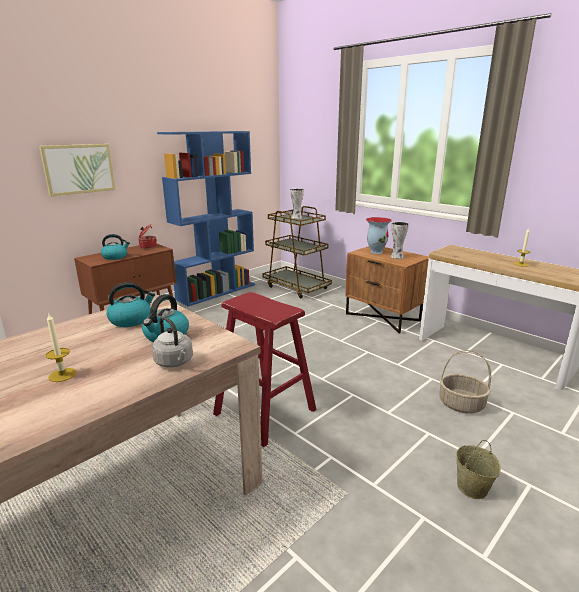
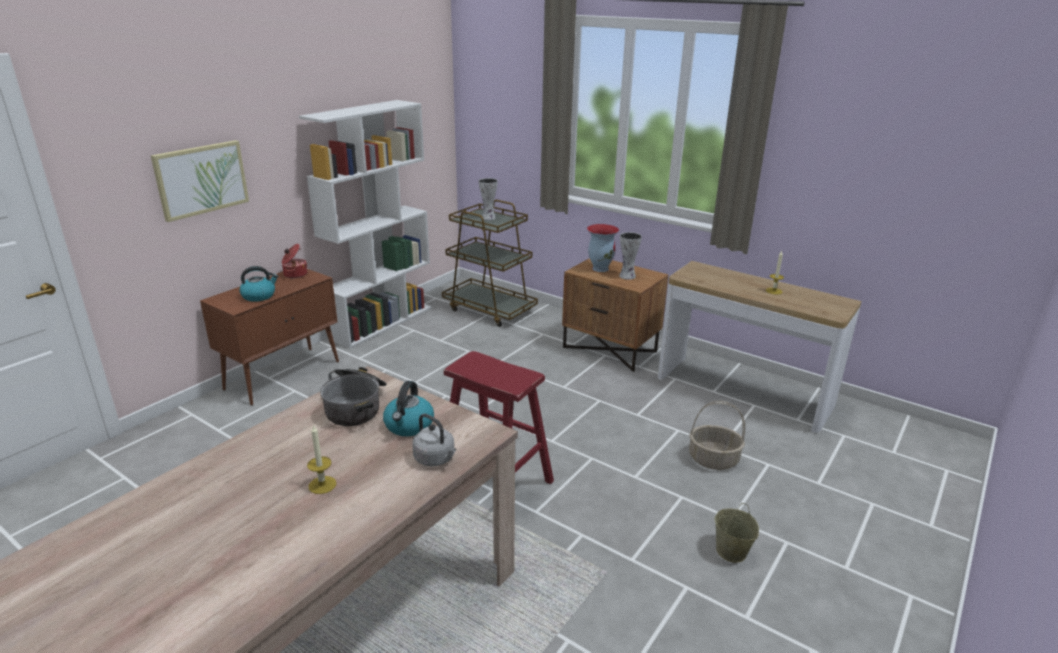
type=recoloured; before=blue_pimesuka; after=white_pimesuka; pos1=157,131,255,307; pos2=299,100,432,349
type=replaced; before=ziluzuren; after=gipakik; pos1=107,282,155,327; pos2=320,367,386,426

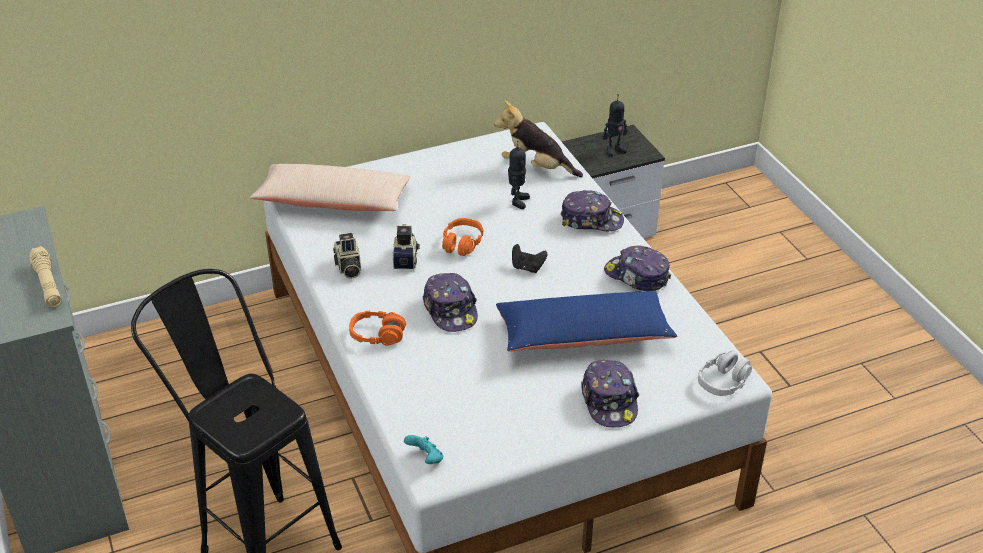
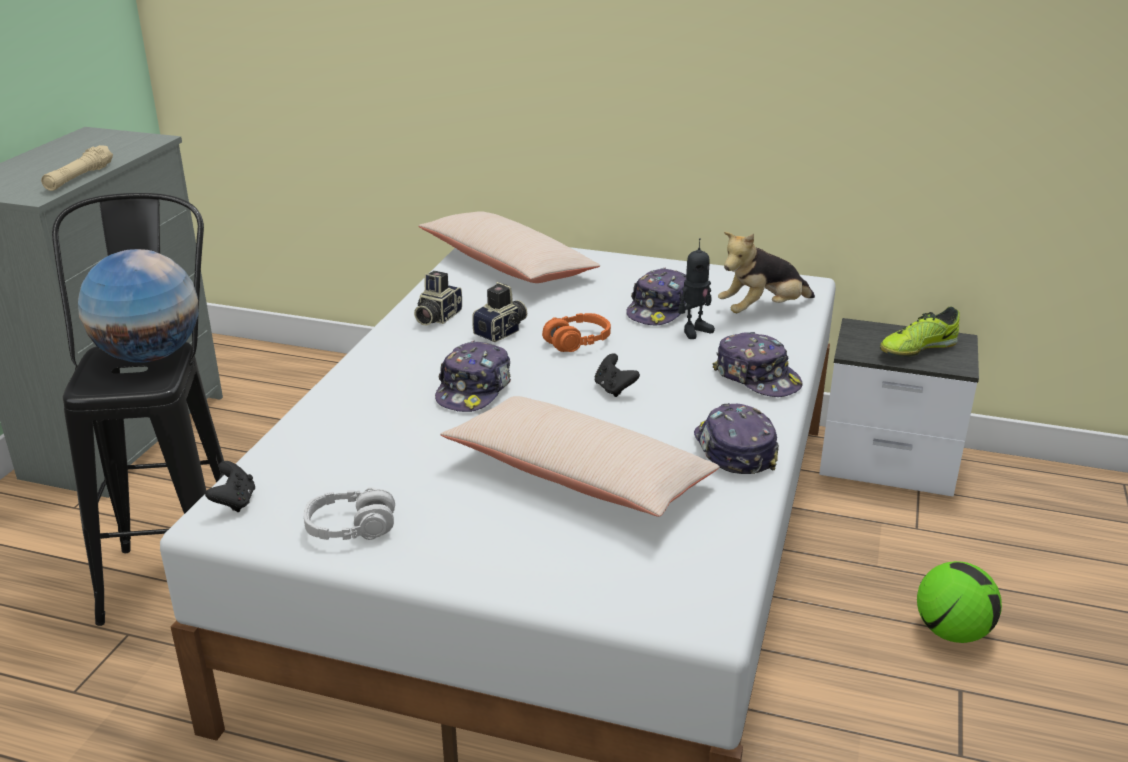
type=replaced; before=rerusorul; after=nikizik; pos1=603,94,627,157; pos2=880,307,959,357
type=turned; before=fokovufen; pos1=494,100,583,177; pos2=718,232,815,313; turn=-90
type=recoloured; before=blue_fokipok; after=beige_fokipok; pos1=496,291,677,352; pos2=440,396,720,517
type=removed; before=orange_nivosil; pos1=349,311,406,346
type=moved; before=grey_nivosil; pos1=698,350,752,396; pos2=304,487,395,540
type=moved; before=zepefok; pos1=581,360,639,427; pos2=626,267,687,326
type=recoloured; before=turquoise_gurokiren; after=black_gurokiren; pos1=404,435,443,464; pos2=205,461,255,512
type=added; after=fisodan; pos2=78,249,199,363
type=added; after=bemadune; pos2=917,561,1002,643

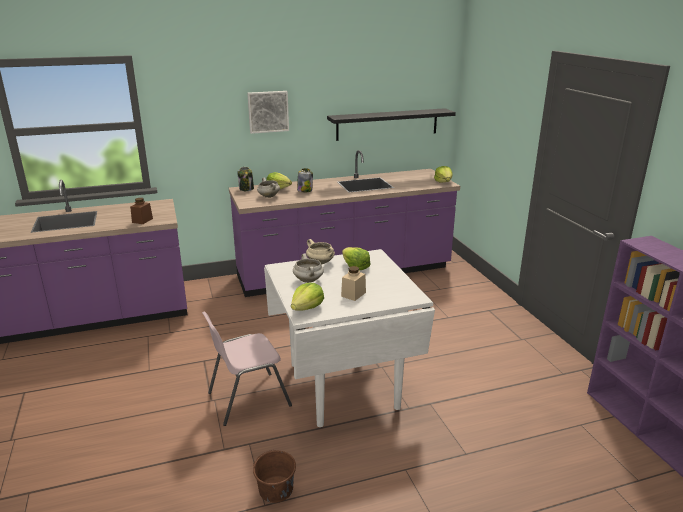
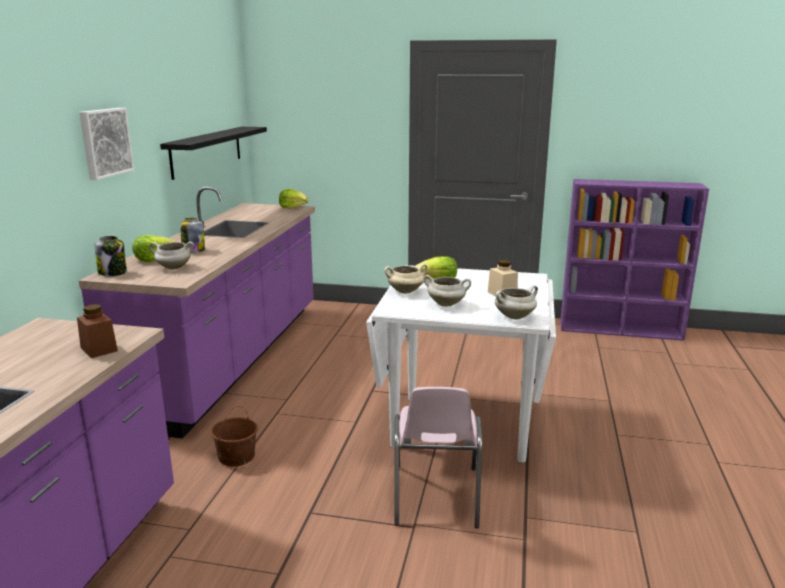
type=replaced; before=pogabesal; after=white_gipakik; pos1=291,283,324,311; pos2=495,285,538,320
type=moved; before=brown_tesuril; pos1=253,450,296,503; pos2=211,407,258,467

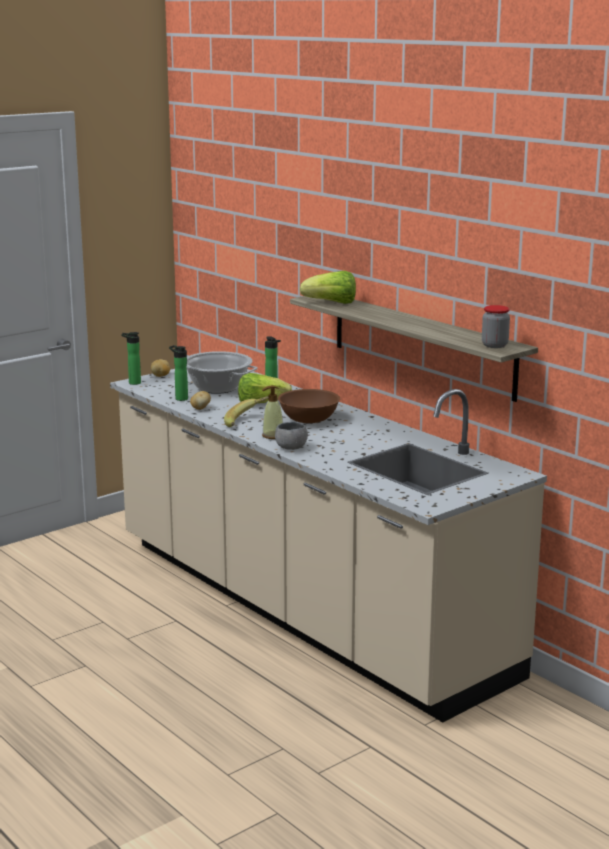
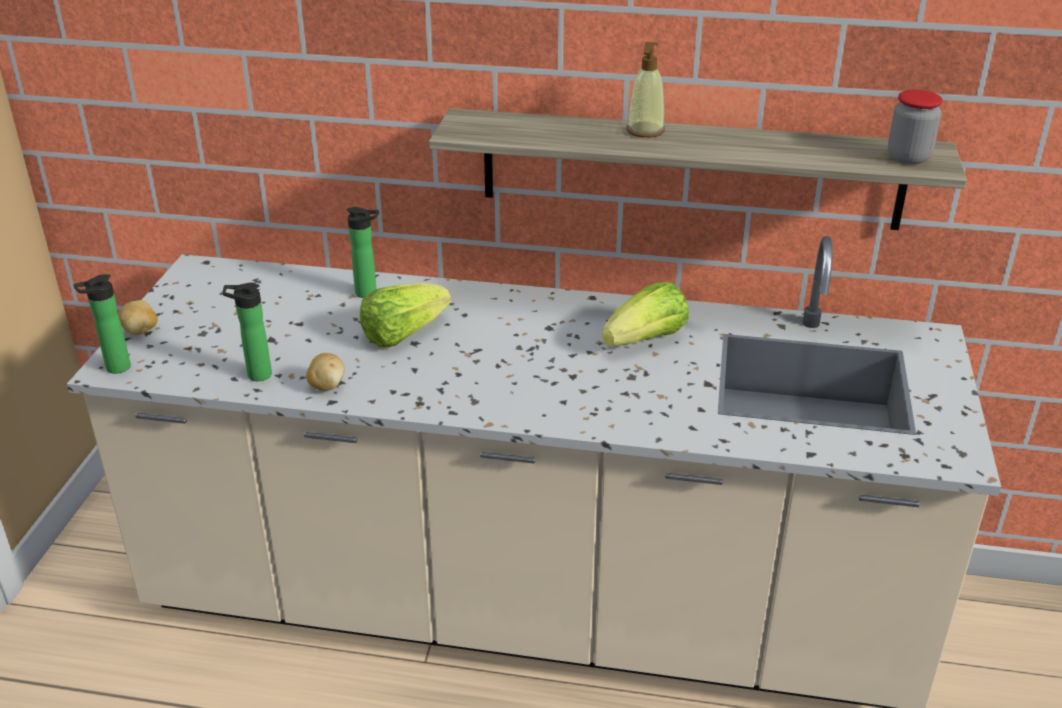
type=moved; before=pogabesal; pos1=300,271,356,304; pos2=602,282,689,347
type=removed; before=gipakik; pos1=187,351,258,394
type=moved; before=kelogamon; pos1=262,386,283,439; pos2=626,42,665,138
type=removed; before=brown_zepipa; pos1=278,389,340,423
type=removed; before=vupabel; pos1=224,396,269,427
type=removed; before=grey_zepipa; pos1=275,422,308,450

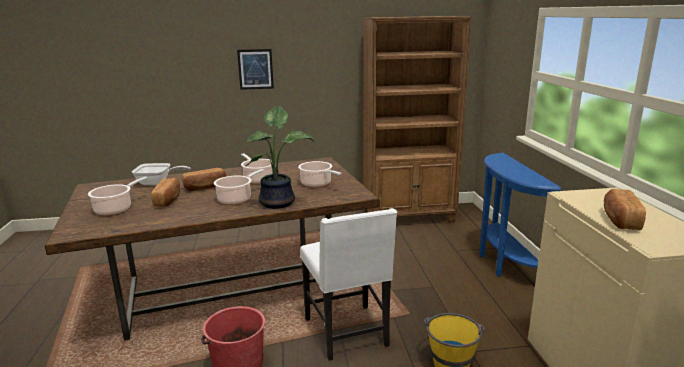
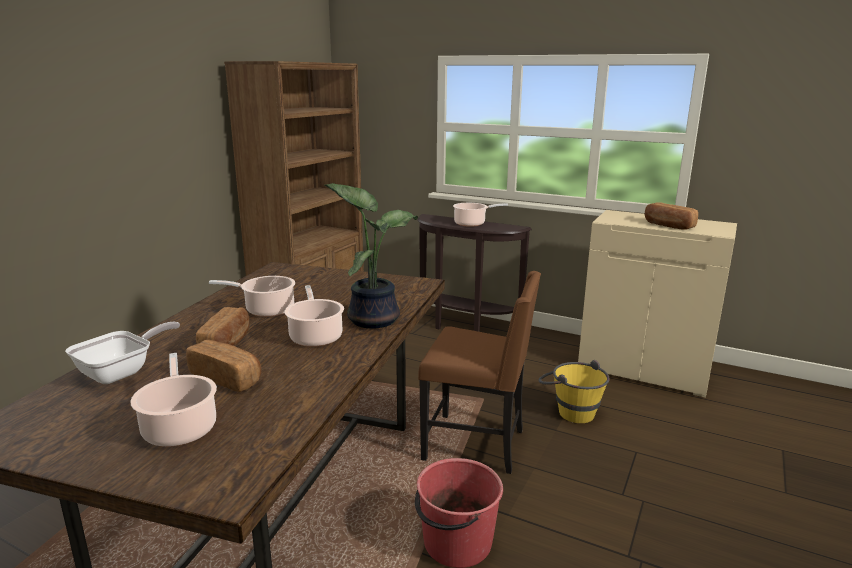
type=removed; before=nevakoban; pos1=237,49,274,90
type=recoloured; before=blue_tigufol; after=brown_tigufol; pos1=479,153,561,277; pos2=417,214,532,332
type=moved; before=gipakik; pos1=298,161,341,187; pos2=453,203,508,227
type=recoloured; before=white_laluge; after=brown_laluge; pos1=300,208,397,361; pos2=418,271,541,474

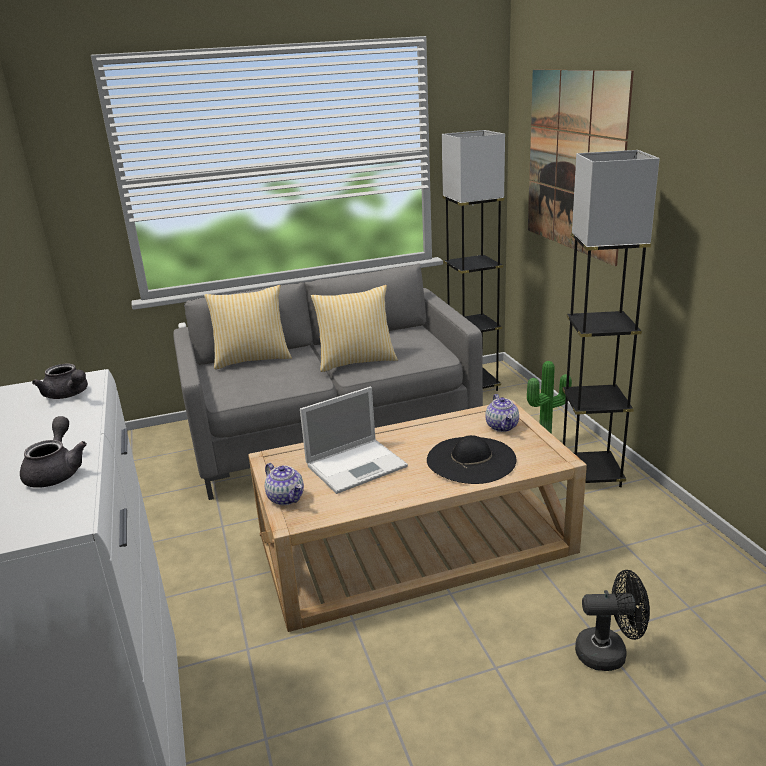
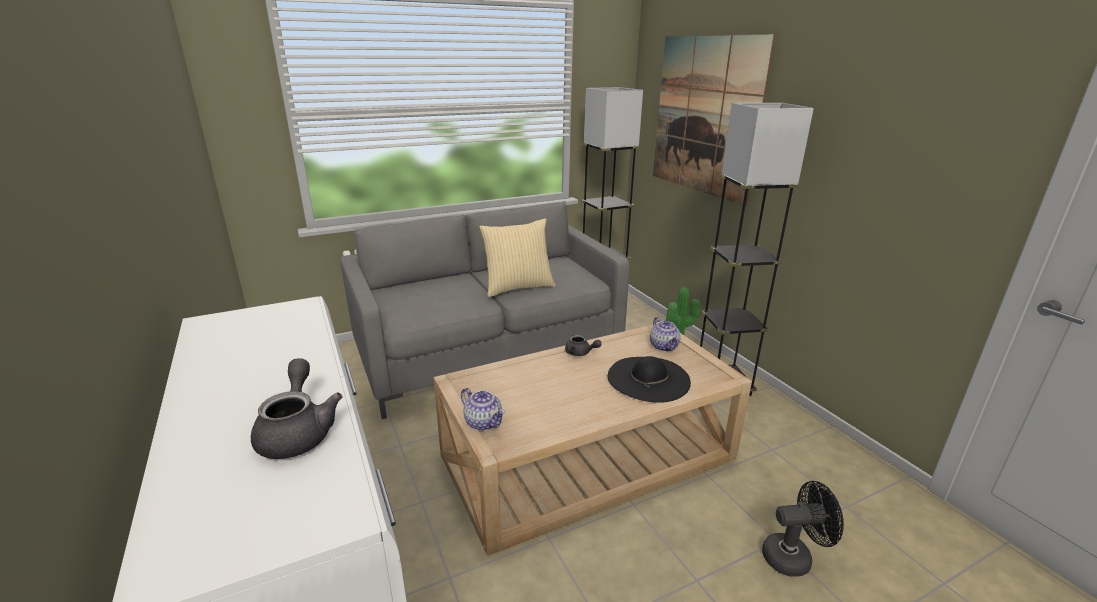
type=removed; before=fokipok; pos1=204,285,292,370
type=moved; before=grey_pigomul; pos1=32,364,88,399; pos2=565,335,602,356
type=removed; before=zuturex; pos1=300,387,408,494

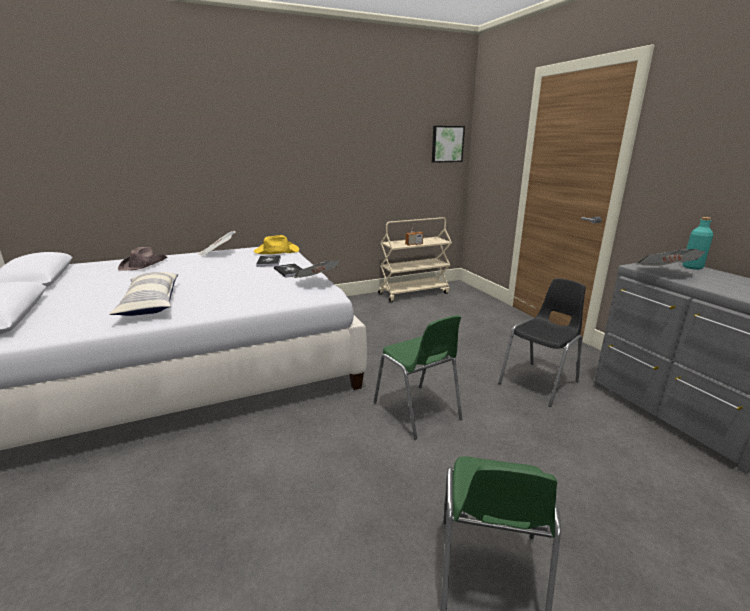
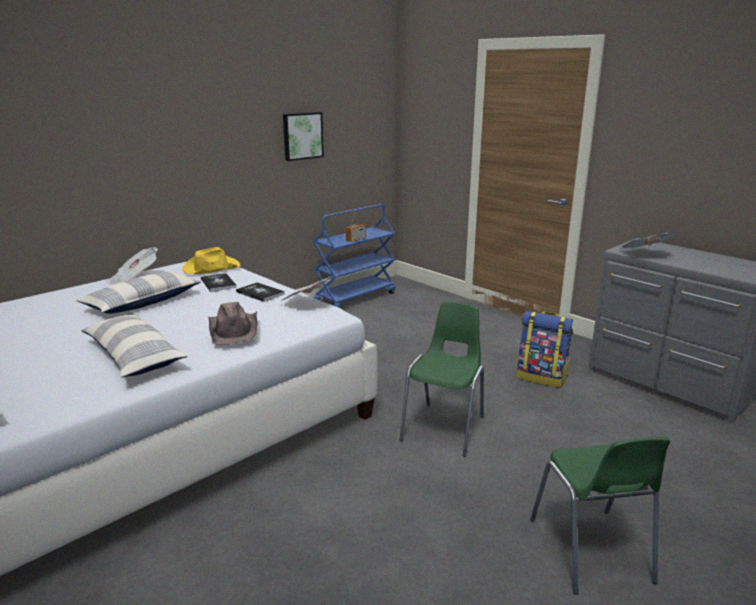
type=moved; before=nevakoban; pos1=432,126,465,163; pos2=283,112,324,161
type=recoloured; before=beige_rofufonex; after=blue_rofufonex; pos1=378,217,452,302; pos2=313,204,395,308
type=removed; before=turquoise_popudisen; pos1=682,217,713,270
type=moved; before=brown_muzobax; pos1=118,247,167,271; pos2=208,302,258,346
type=replaced; before=black_laluge; after=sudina; pos1=498,278,586,407; pos2=517,311,573,388
type=turned; before=green_laluge; pos1=374,315,462,440; pos2=400,302,484,457; turn=-105
type=added; after=fokipok; pos2=76,271,201,314

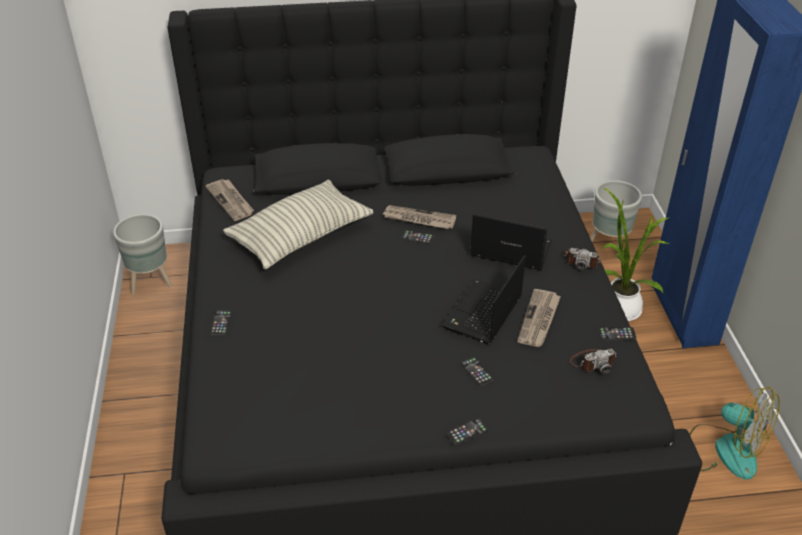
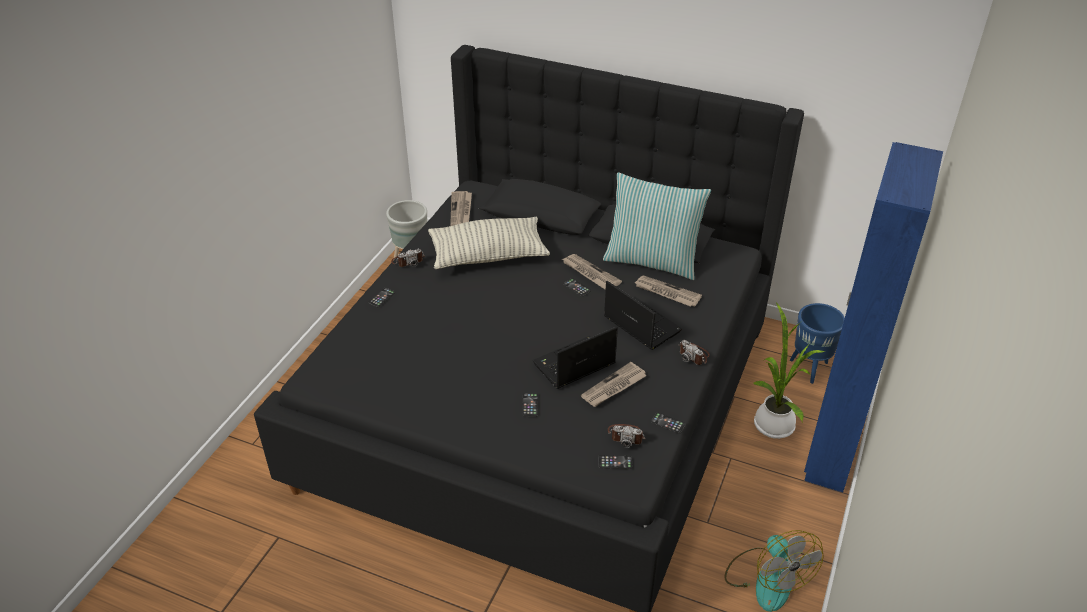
type=recoloured; before=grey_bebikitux; after=blue_bebikitux; pos1=590,180,642,260; pos2=790,303,845,384
type=moved; before=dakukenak; pos1=446,418,488,445; pos2=598,455,632,469
type=added; after=fokipok; pos2=603,173,711,280
type=added; after=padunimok; pos2=391,249,425,267
type=added; after=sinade; pos2=635,276,702,307

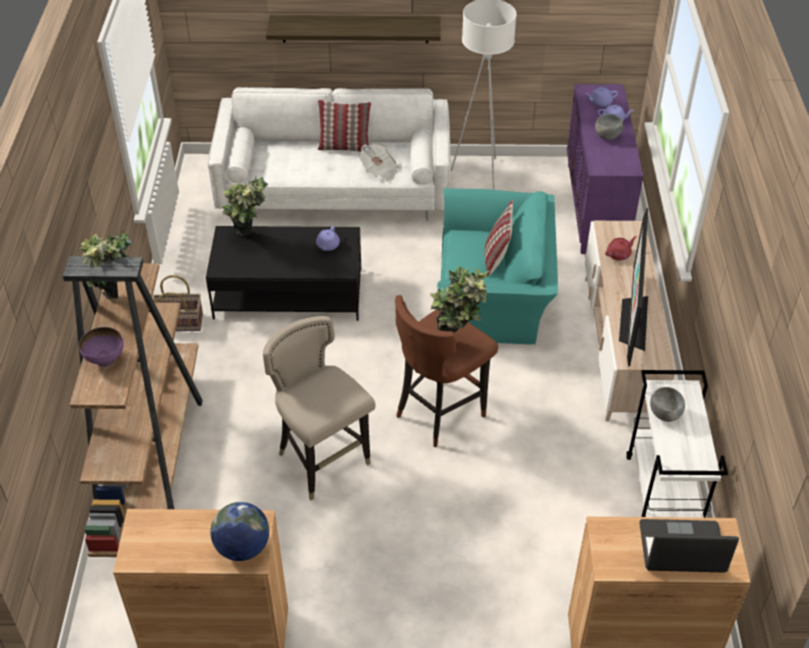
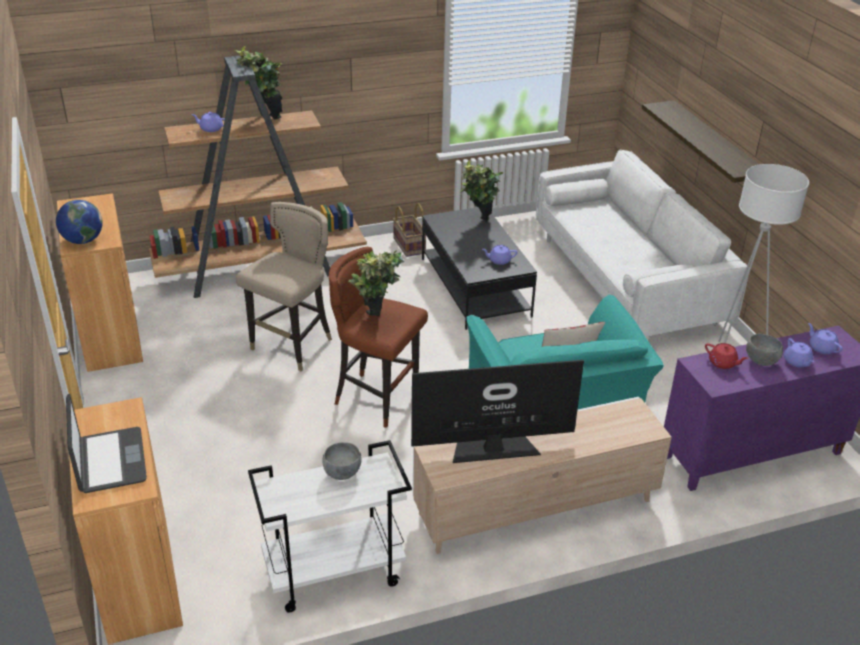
type=removed; before=fokipok; pos1=318,100,371,152
type=removed; before=sinade; pos1=359,144,399,182
type=moved; before=red_pigomul; pos1=605,236,637,260; pos2=705,343,749,369
type=replaced; before=purple_zepipa; after=purple_pigomul; pos1=79,327,124,367; pos2=191,112,225,132

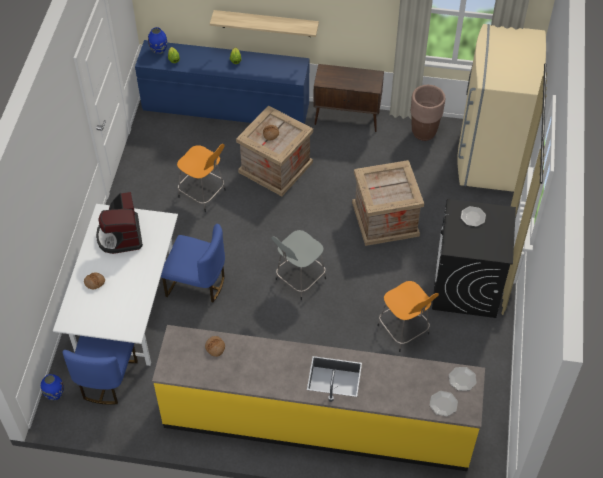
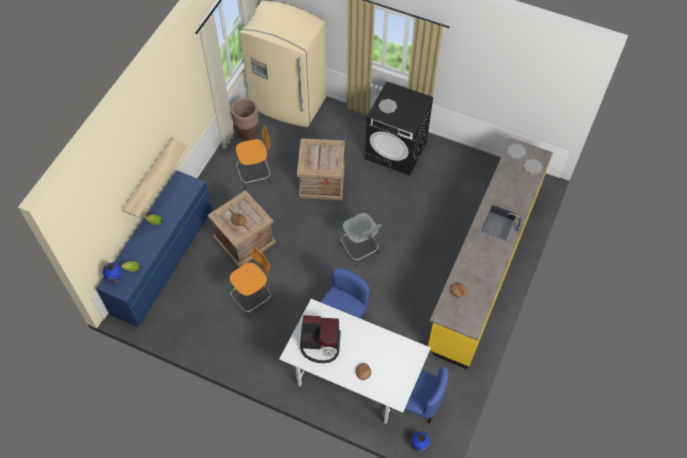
type=removed; before=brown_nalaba; pos1=313,64,384,132
type=moved; before=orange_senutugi; pos1=377,281,439,352; pos2=236,126,271,189

